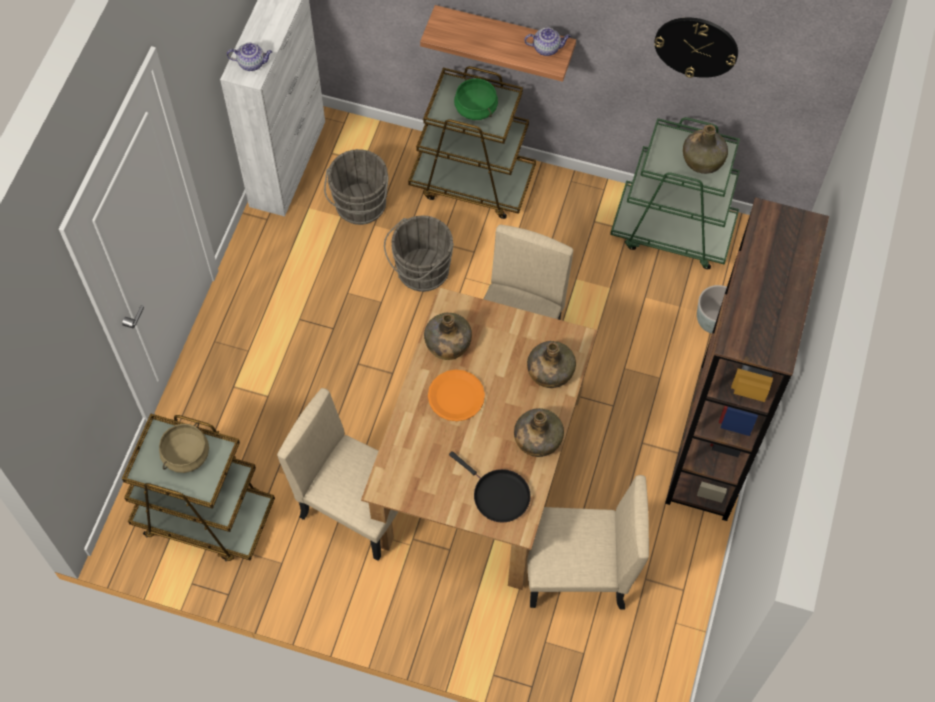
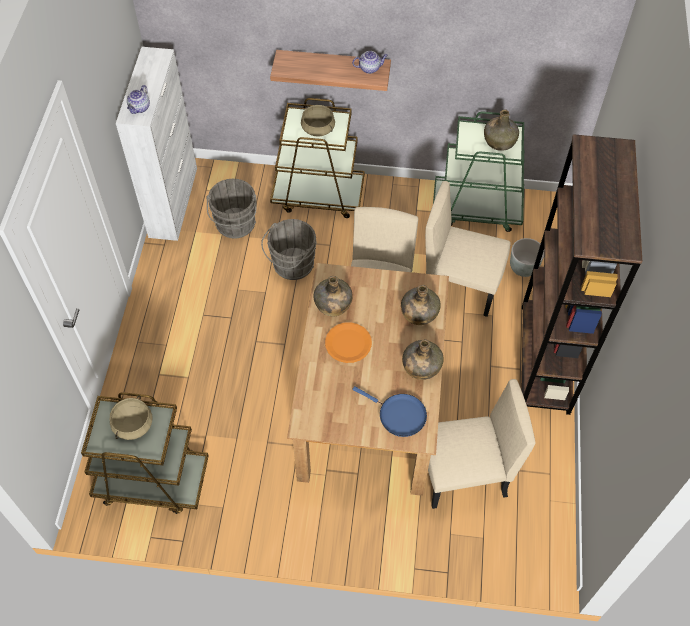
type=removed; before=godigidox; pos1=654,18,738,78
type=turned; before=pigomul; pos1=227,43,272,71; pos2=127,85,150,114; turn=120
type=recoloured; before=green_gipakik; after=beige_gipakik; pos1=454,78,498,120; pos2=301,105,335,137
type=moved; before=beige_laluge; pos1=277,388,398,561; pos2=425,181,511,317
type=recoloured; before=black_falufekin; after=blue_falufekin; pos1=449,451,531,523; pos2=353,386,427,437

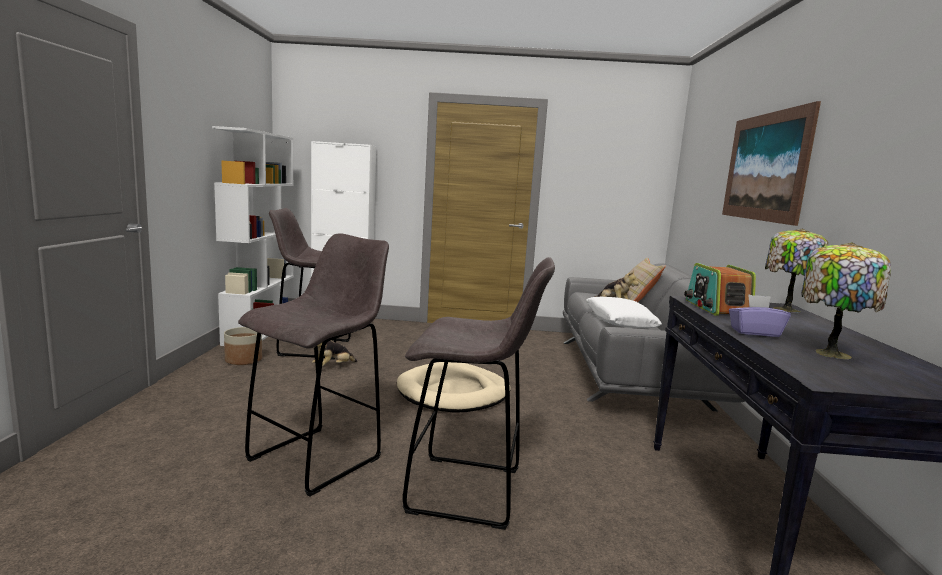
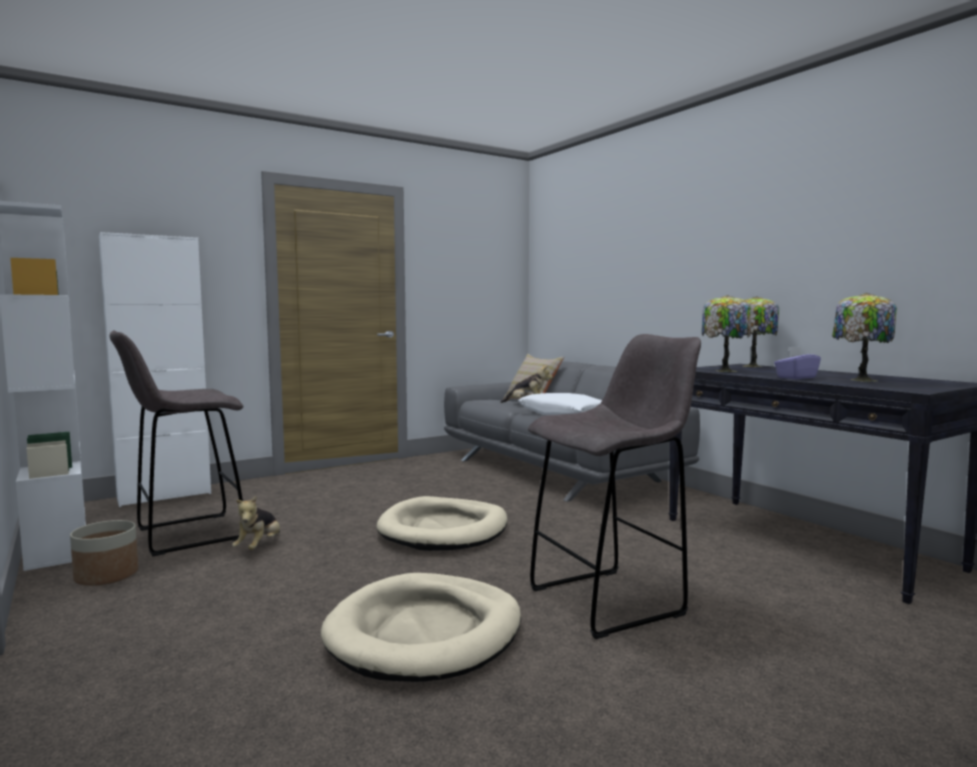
type=removed; before=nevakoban; pos1=722,101,821,226
type=replaced; before=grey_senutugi; after=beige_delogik; pos1=238,233,389,497; pos2=321,573,521,682
type=replaced; before=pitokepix; after=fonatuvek; pos1=684,263,756,316; pos2=702,295,751,372

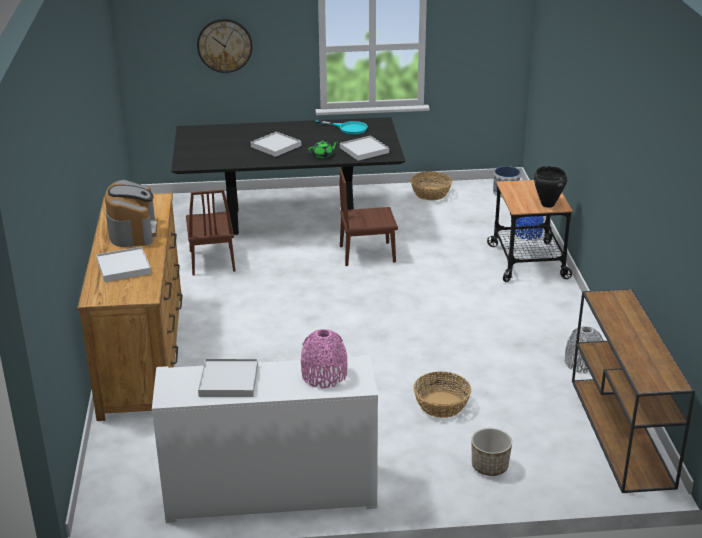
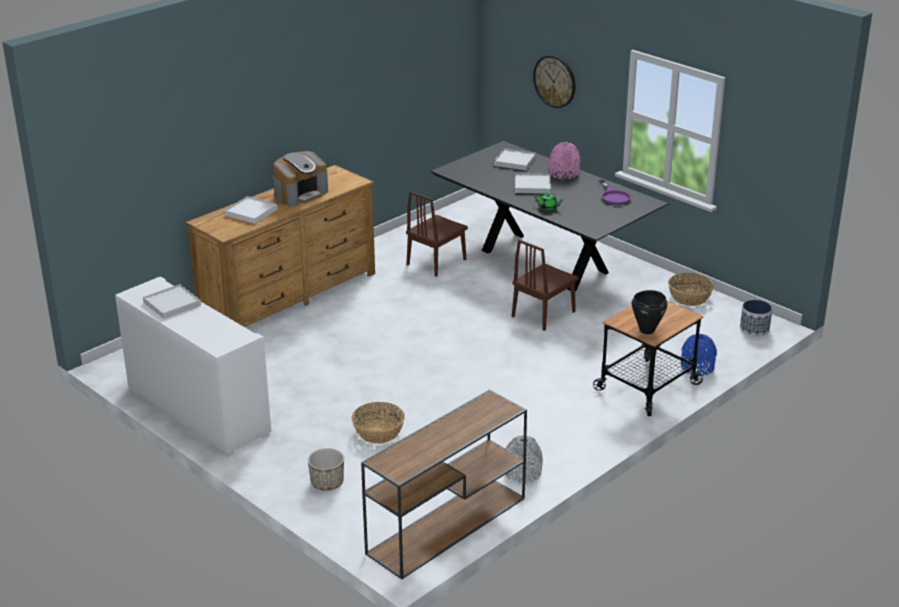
type=recoloured; before=turquoise_falufekin; after=purple_falufekin; pos1=315,120,368,135; pos2=599,179,631,205
type=moved; before=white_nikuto; pos1=340,136,389,161; pos2=494,148,536,170
type=turned; before=brown_laluge; pos1=339,169,398,266; pos2=512,239,578,331; turn=-90
type=moved; before=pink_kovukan; pos1=301,329,347,389; pos2=550,142,581,179

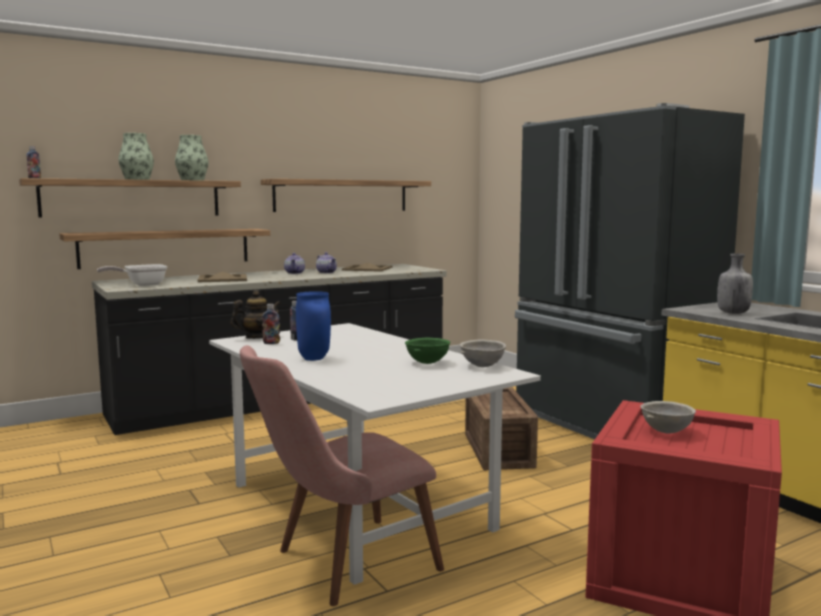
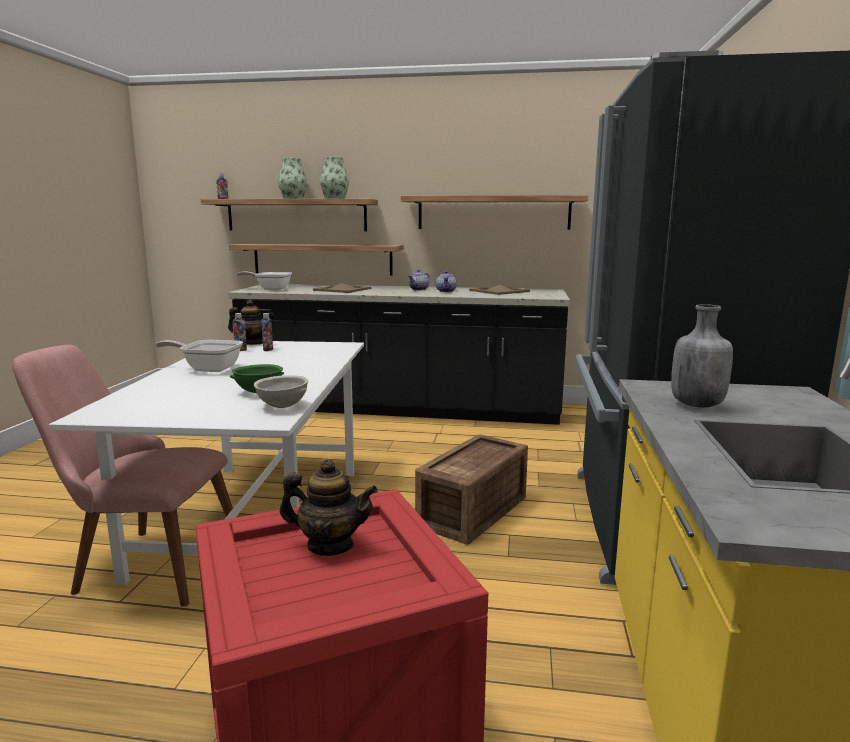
type=replaced; before=blue_kovukan; after=falufekin; pos1=296,291,331,361; pos2=155,340,243,372
type=replaced; before=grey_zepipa; after=pigomul; pos1=640,401,696,434; pos2=280,459,378,556

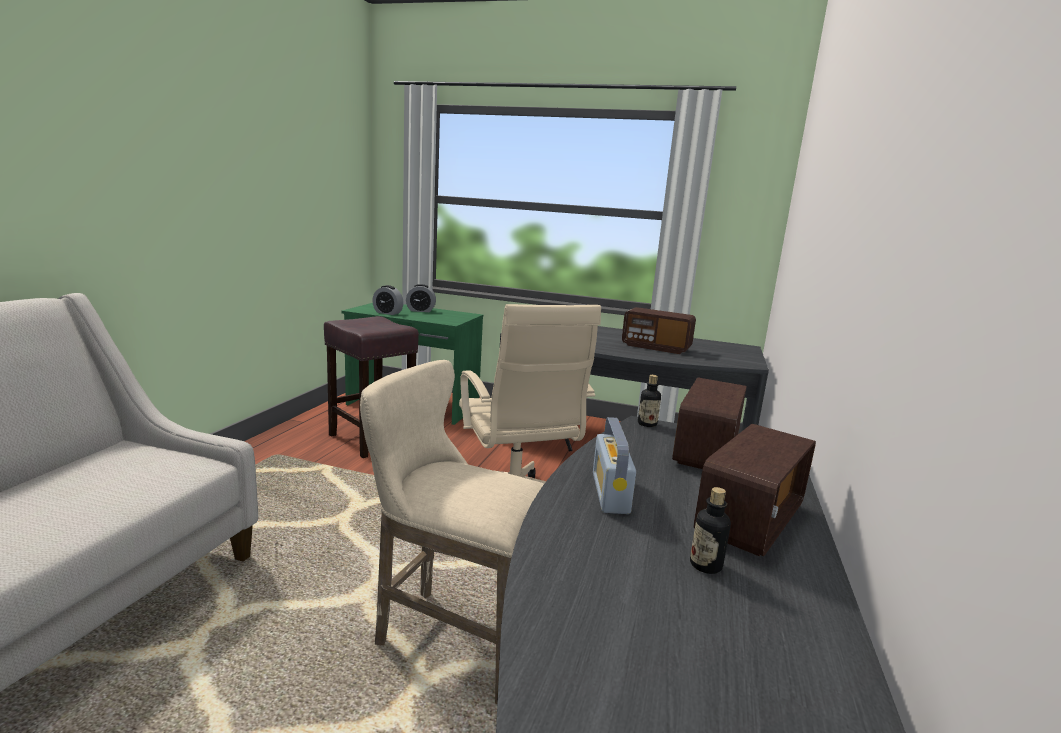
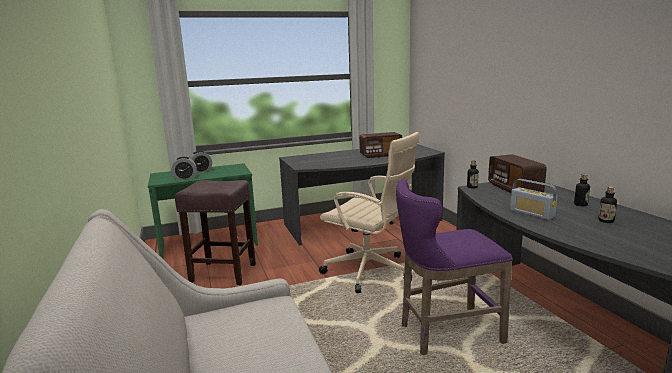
type=recoloured; before=beige_senutugi; after=purple_senutugi; pos1=360,360,544,704; pos2=396,179,513,356
type=replaced; before=pitokepix; after=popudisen; pos1=694,424,816,556; pos2=574,174,590,206

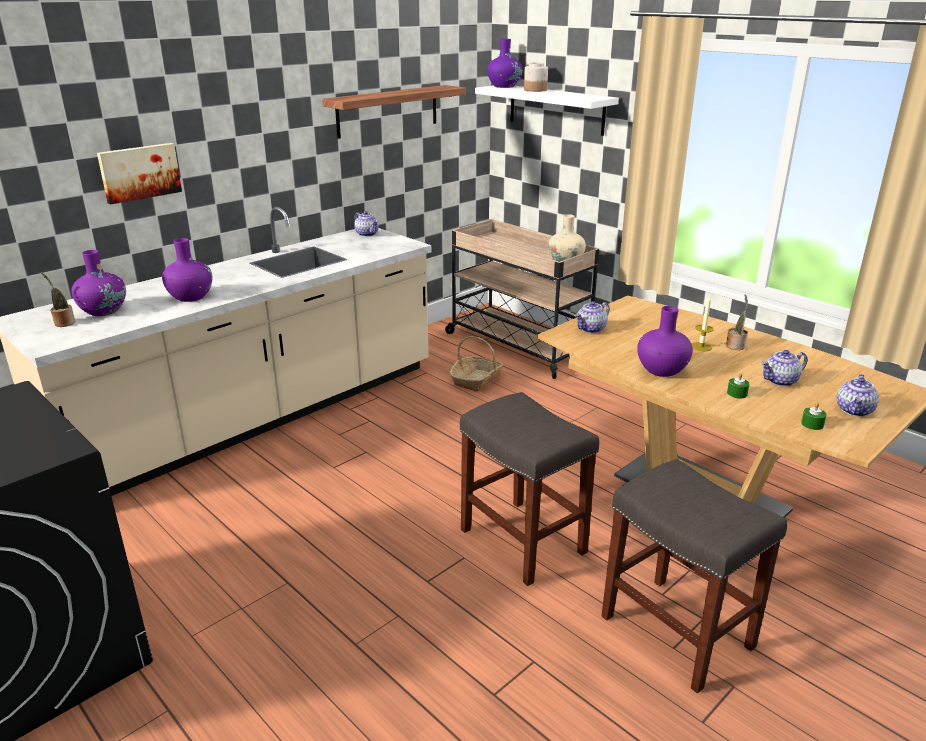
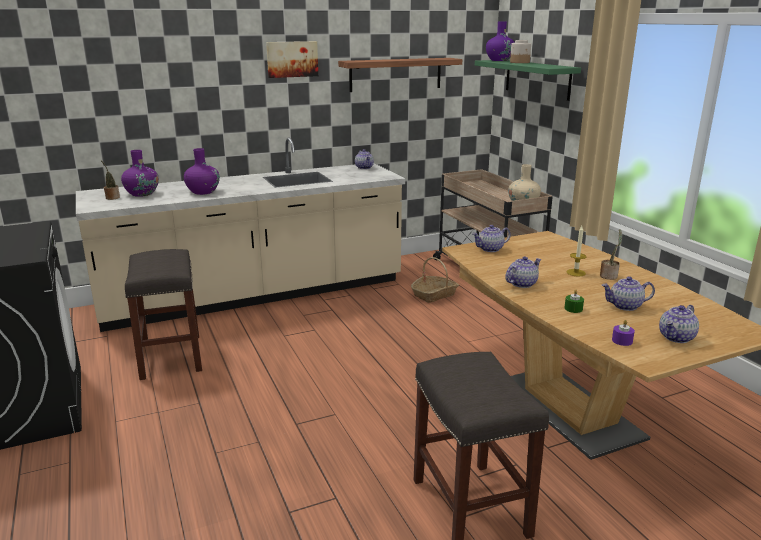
type=recoloured; before=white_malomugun; after=green_malomugun; pos1=475,85,619,136; pos2=475,60,581,101
type=moved; before=nevakoban; pos1=97,143,182,205; pos2=266,41,318,78
type=replaced; before=purple_kovukan; after=pigomul; pos1=637,306,693,377; pos2=505,256,541,288
type=moved; before=grey_senutugi; pos1=460,392,599,586; pos2=125,249,202,380
type=recoloured; before=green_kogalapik; after=purple_kogalapik; pos1=801,403,827,430; pos2=612,320,635,346

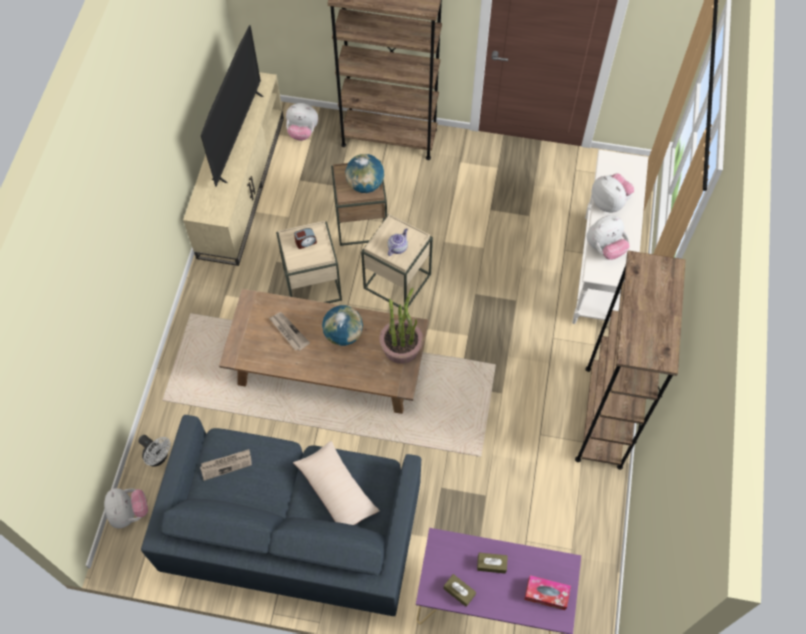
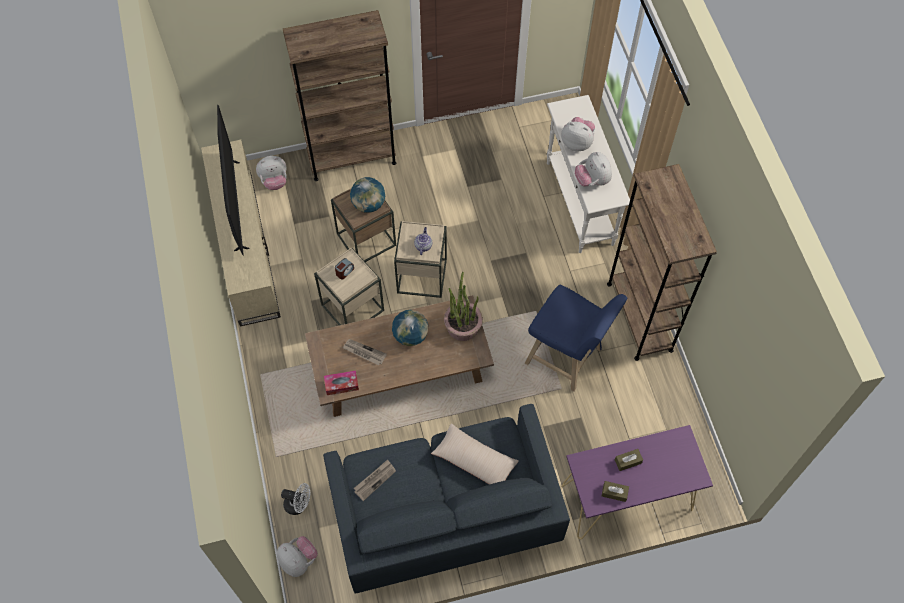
type=turned; before=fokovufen; pos1=587,216,630,260; pos2=575,152,612,187; turn=120
type=moved; before=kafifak; pos1=524,575,571,610; pos2=324,370,359,395
type=added; after=blue_senutugi; pos2=525,285,627,392

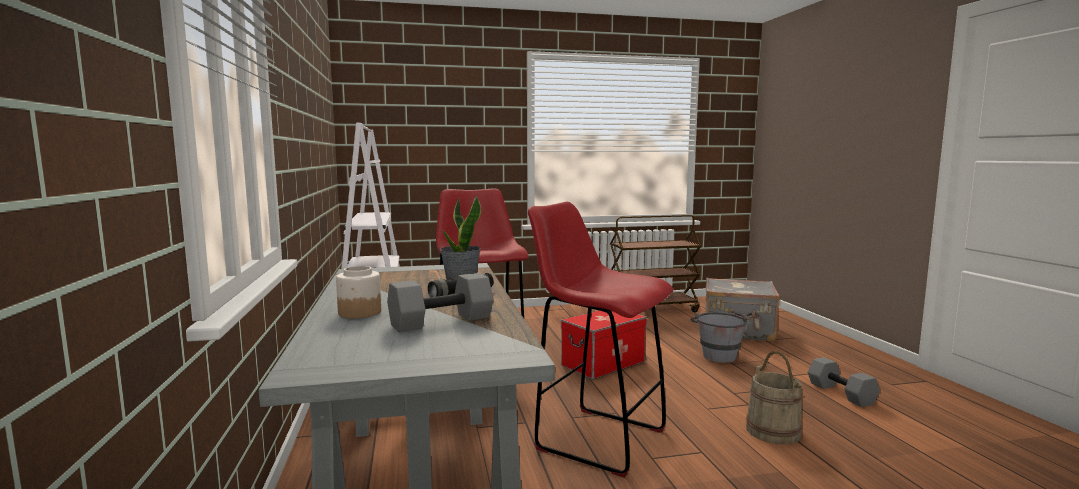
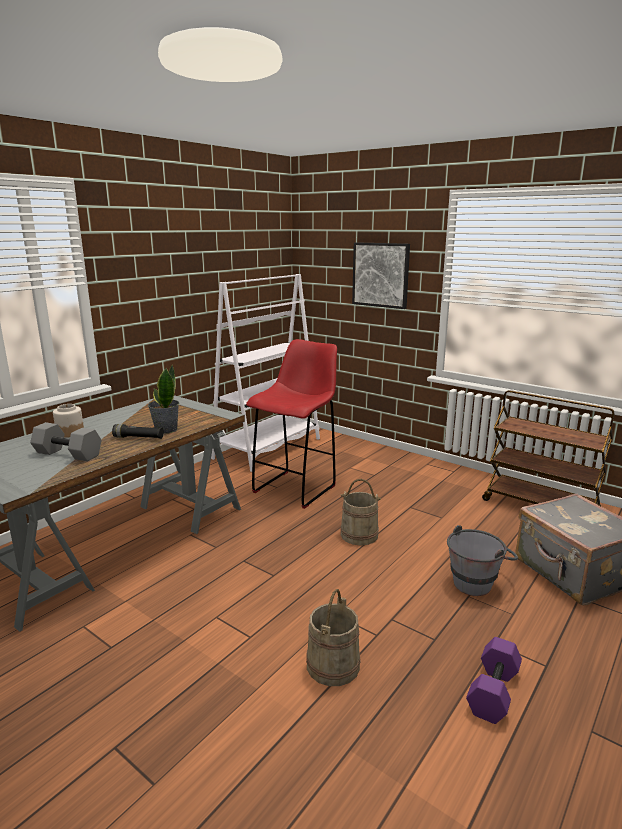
type=removed; before=red_senutugi; pos1=528,202,674,478
type=replaced; before=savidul; after=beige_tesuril; pos1=561,311,647,379; pos2=340,479,381,545
type=recoloured; before=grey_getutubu; after=purple_getutubu; pos1=808,357,880,407; pos2=466,637,522,724
type=added; after=nevakoban; pos2=352,242,410,309

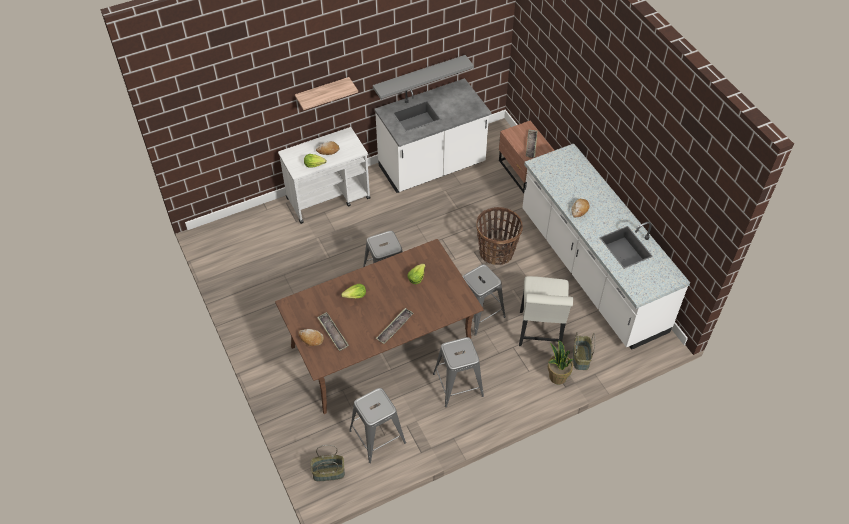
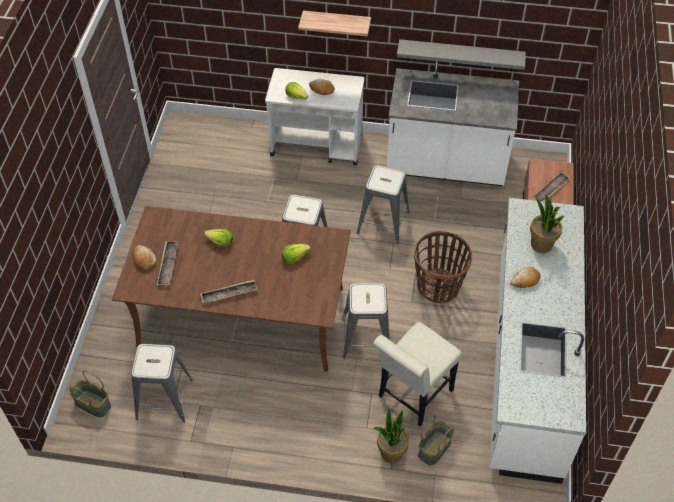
type=moved; before=grey_senutugi; pos1=433,337,484,407; pos2=357,165,410,244
type=added; after=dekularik; pos2=530,194,564,253

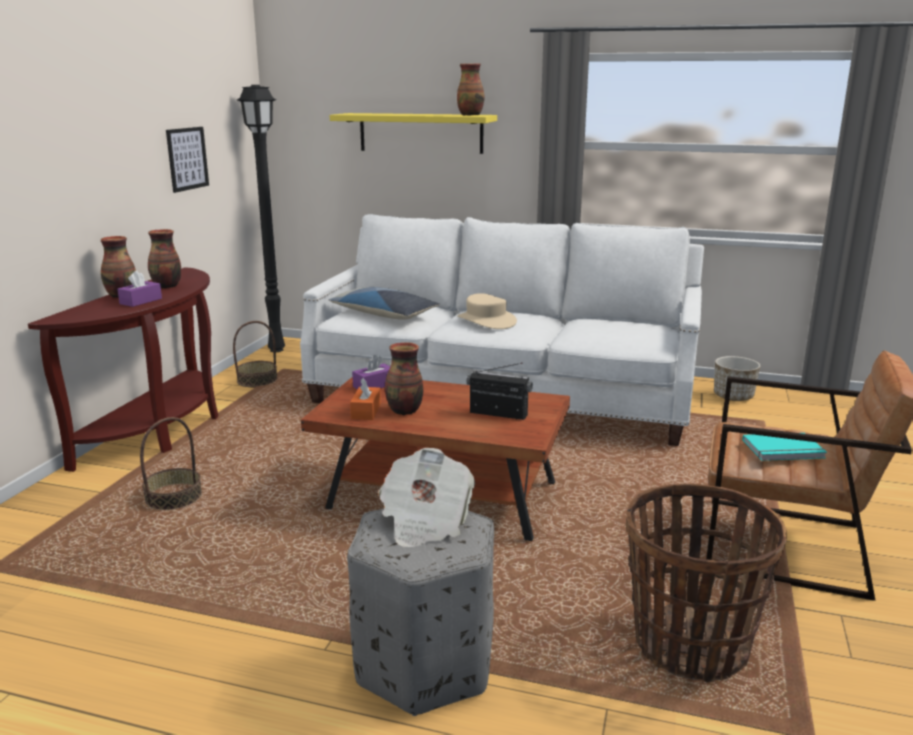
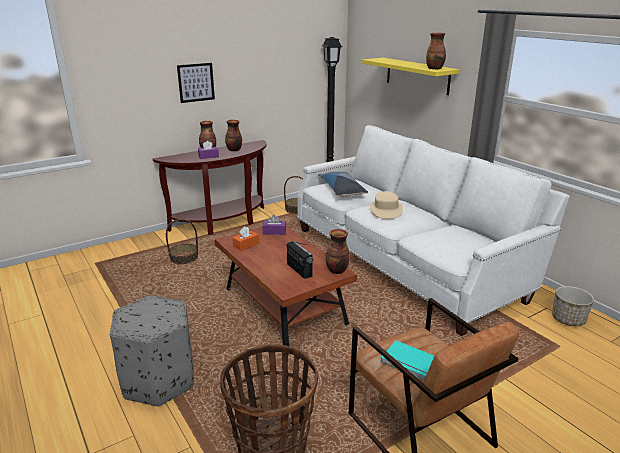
type=moved; before=nevakoban; pos1=166,127,209,193; pos2=177,63,215,103
type=moved; before=kovukan; pos1=385,342,423,415; pos2=325,229,350,274
type=removed; before=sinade; pos1=379,448,475,547

